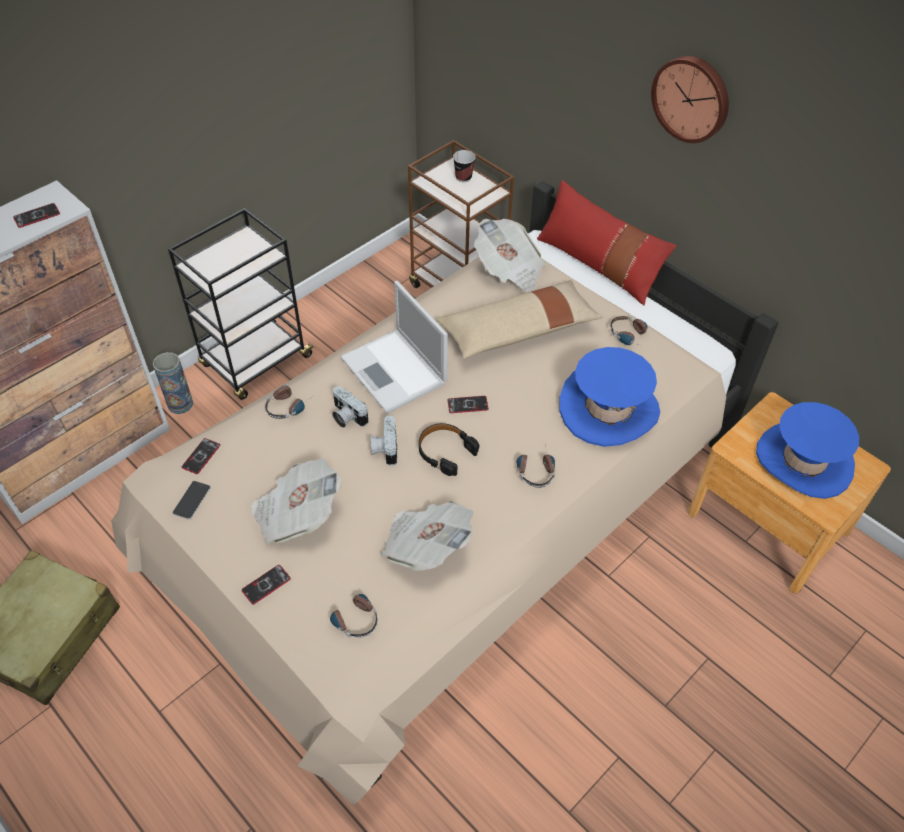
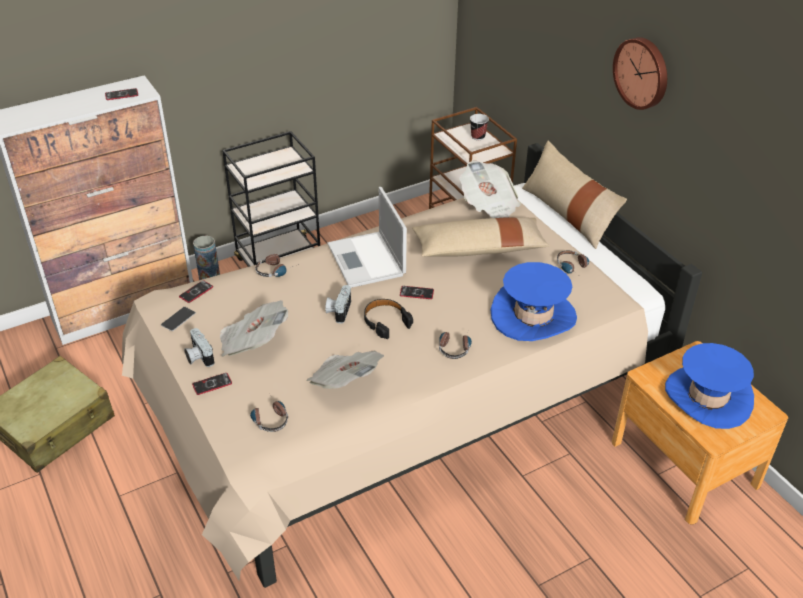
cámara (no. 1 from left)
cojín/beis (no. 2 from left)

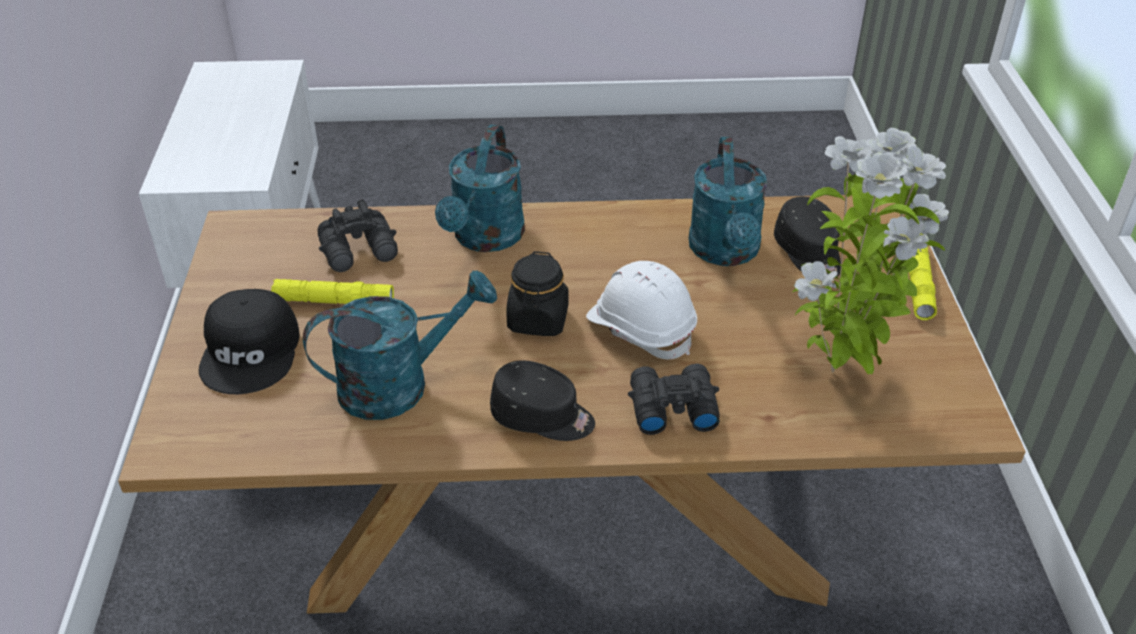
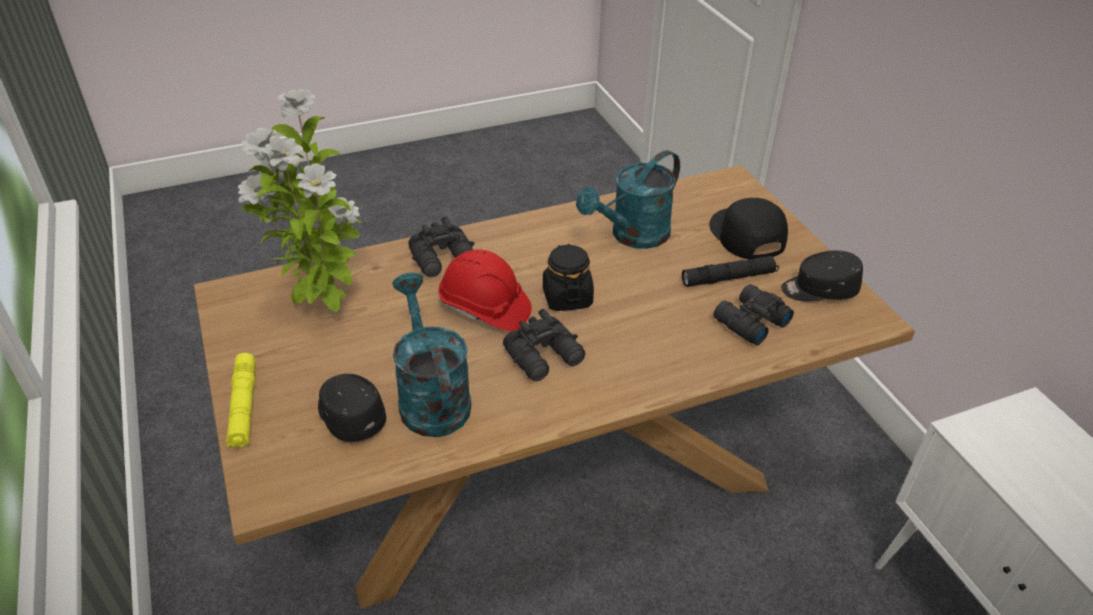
casco/rojo
prismáticos/negro (no. 2 from left)
linterna/negro
gorra/negro (no. 3 from left)
regadera/turquesa (no. 2 from left in the first image)

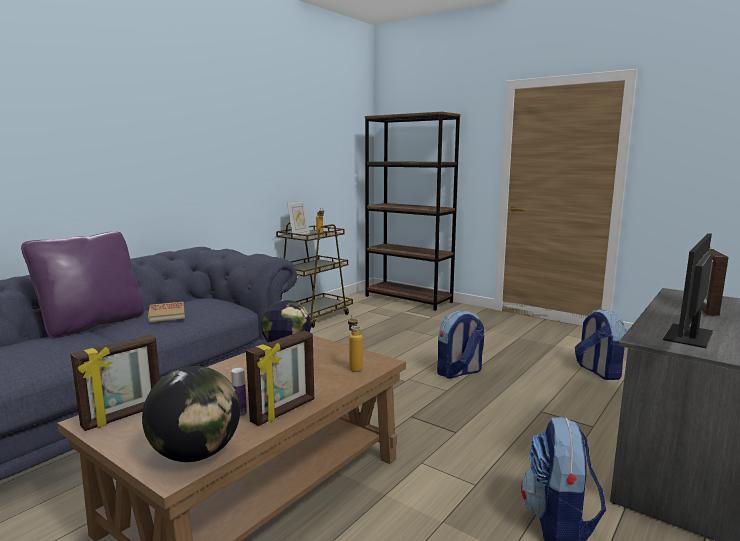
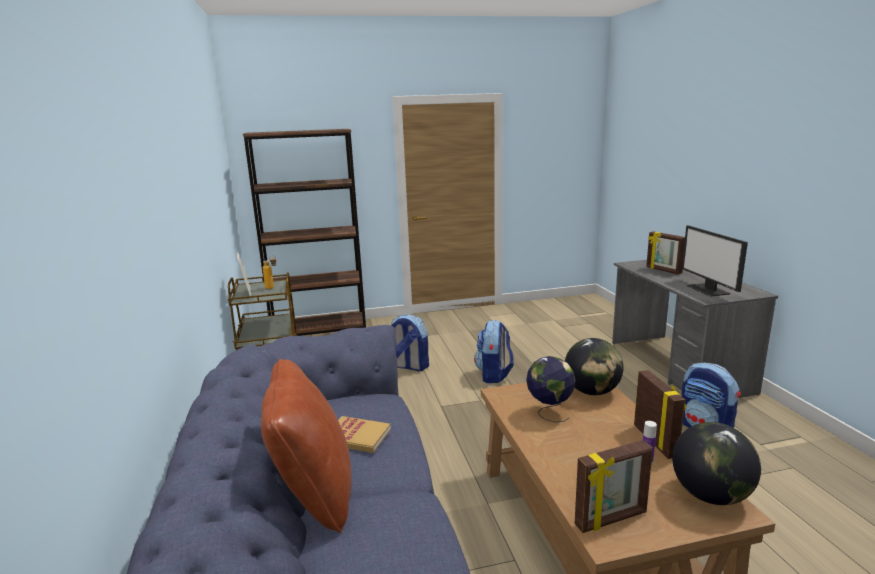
cojín/marrón
mochila (no. 1 from left)
globo terráqueo (no. 2 from left)
portarretratos (no. 2 from left)

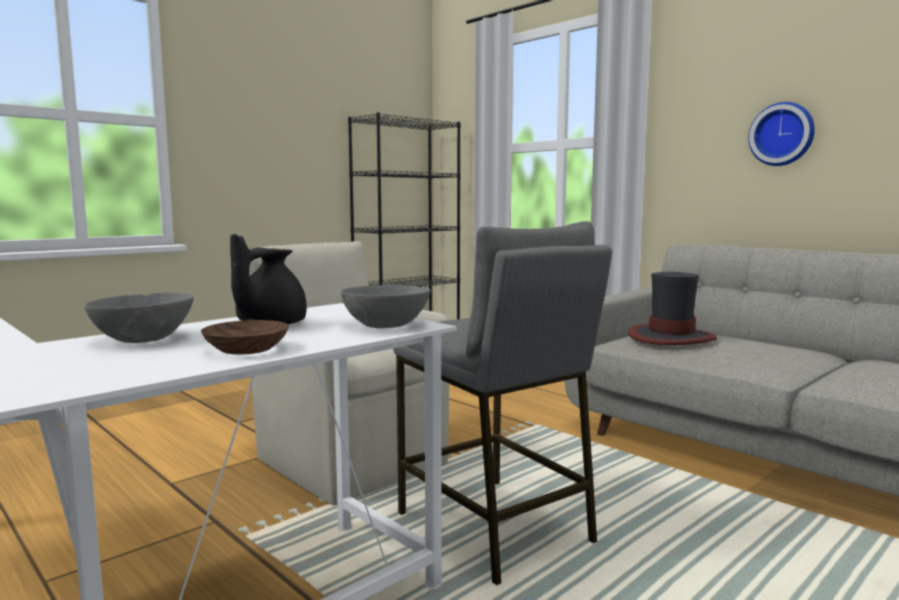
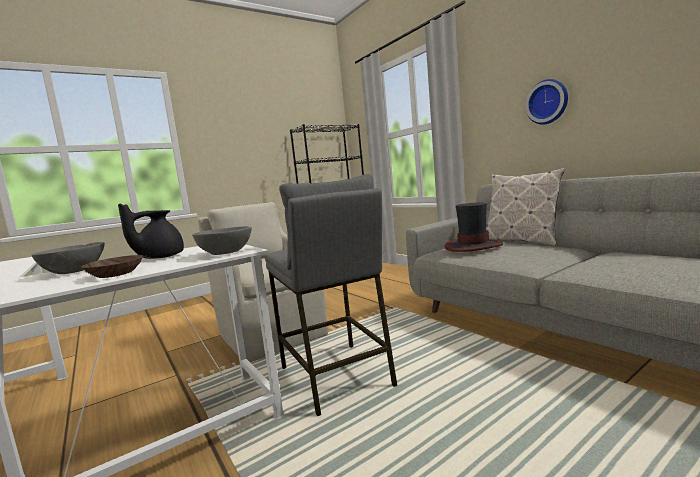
cojín

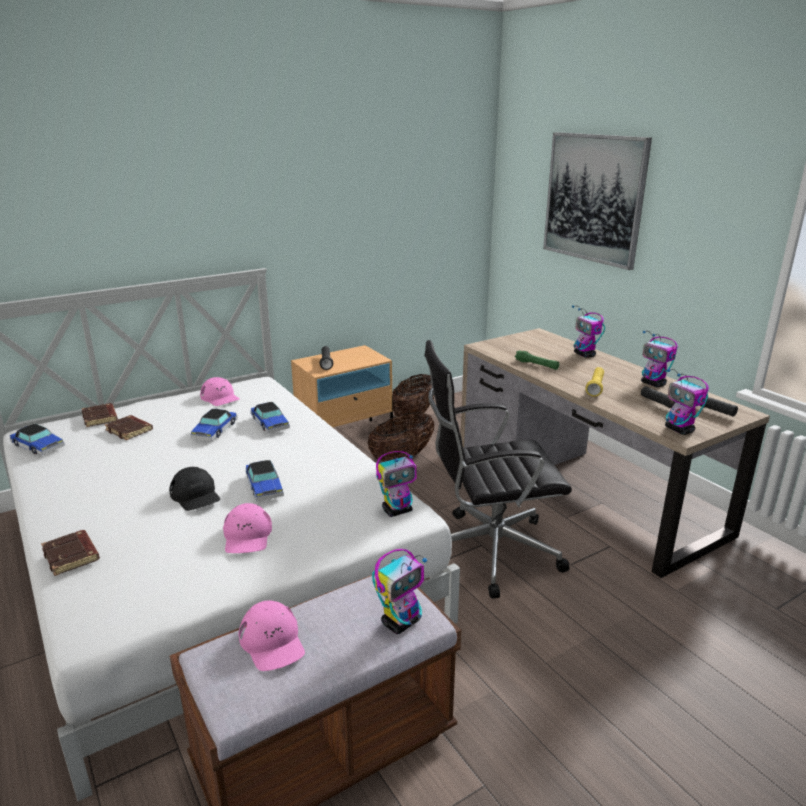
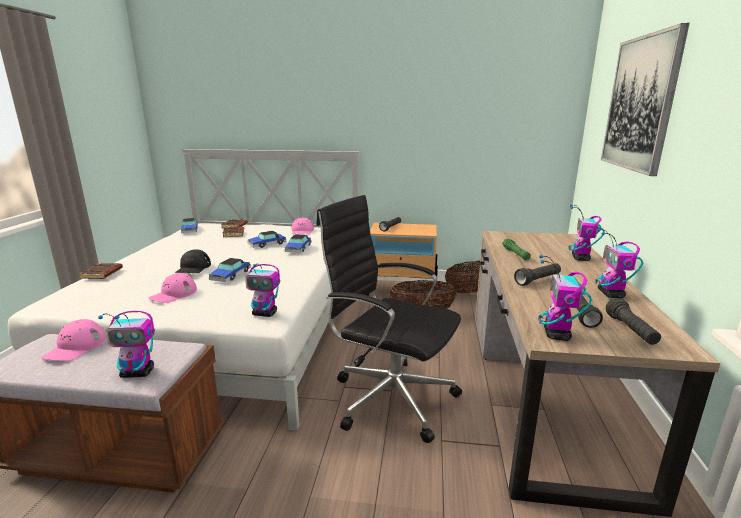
linterna/negro (no. 2 from left)

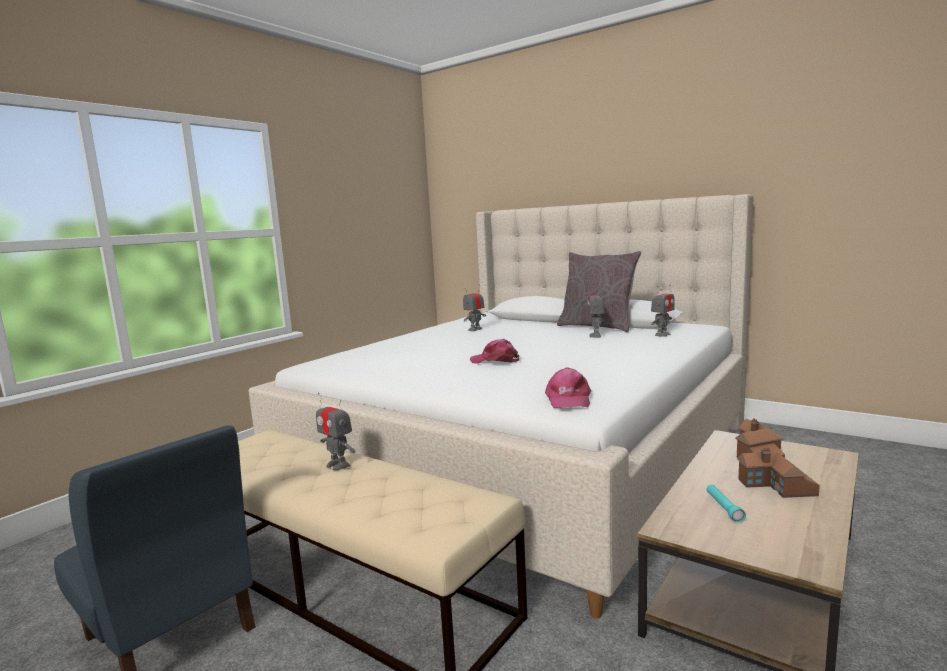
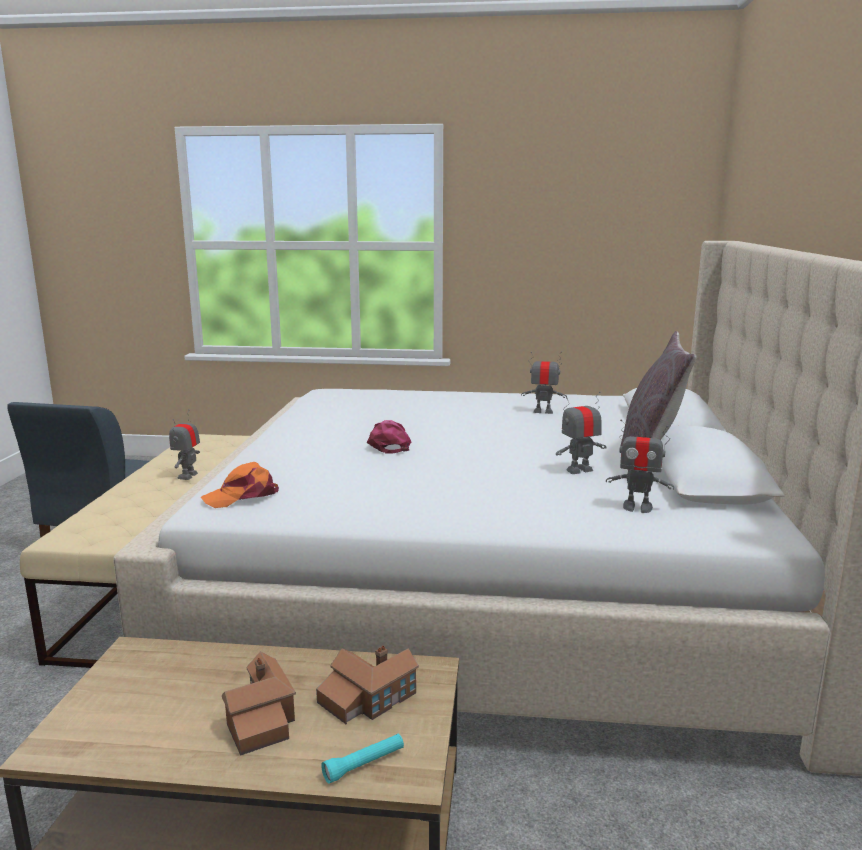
gorra/naranja
linterna/turquesa

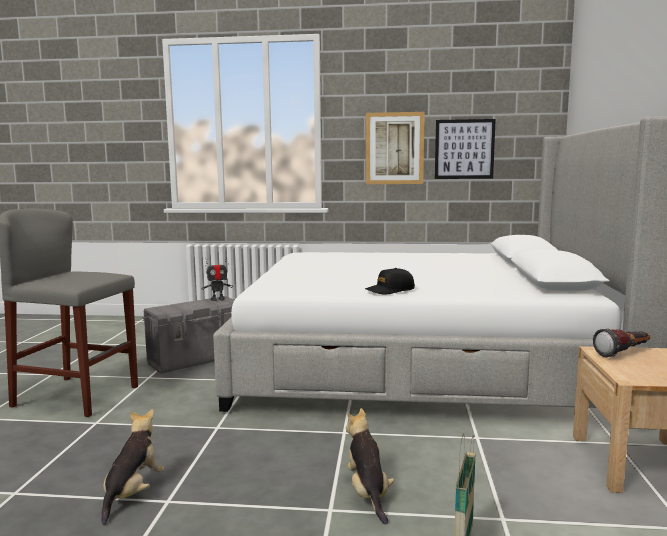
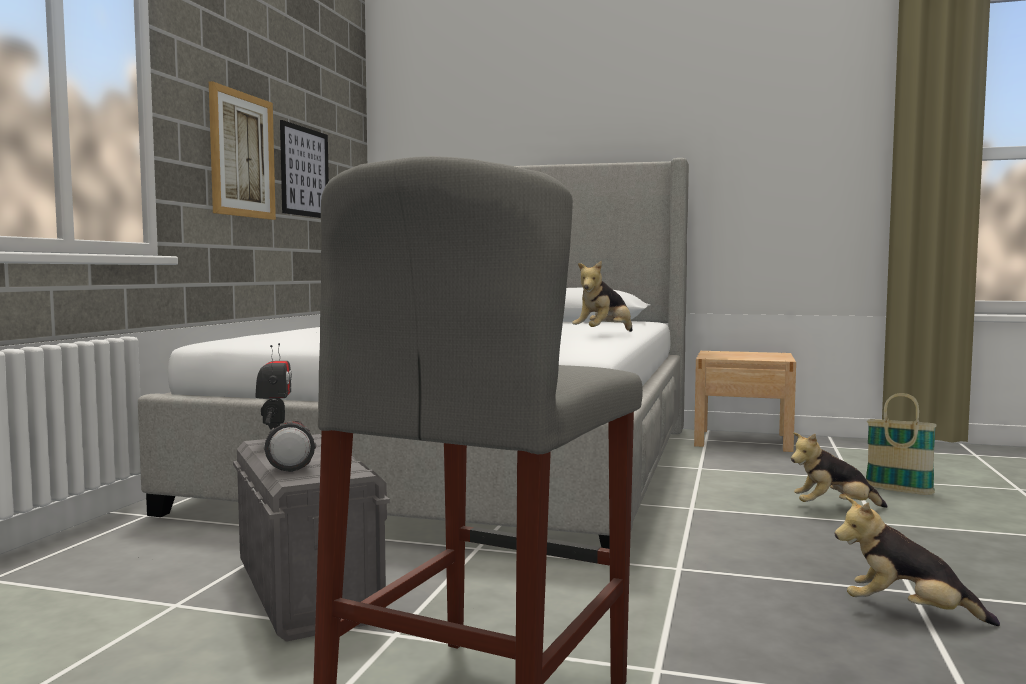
linterna
peluche (no. 1 from left)

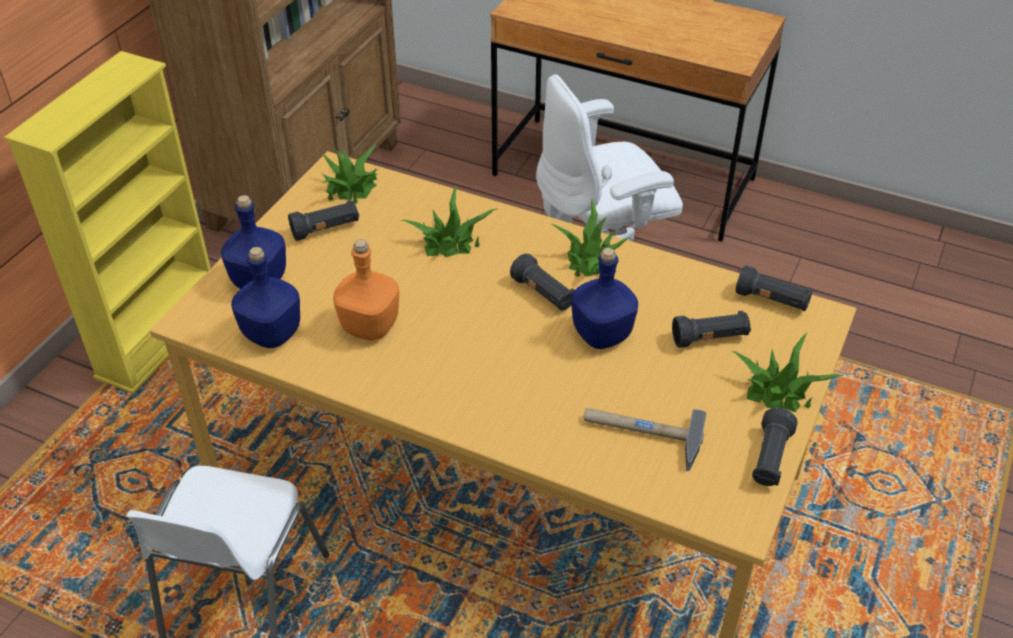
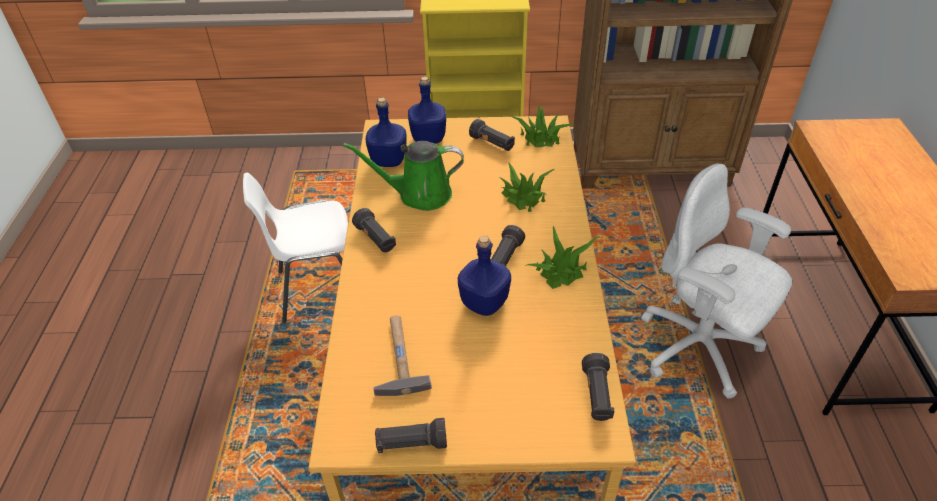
regadera/verde
linterna/negro (no. 1 from left)
planta en maceta (no. 4 from left in the first image)

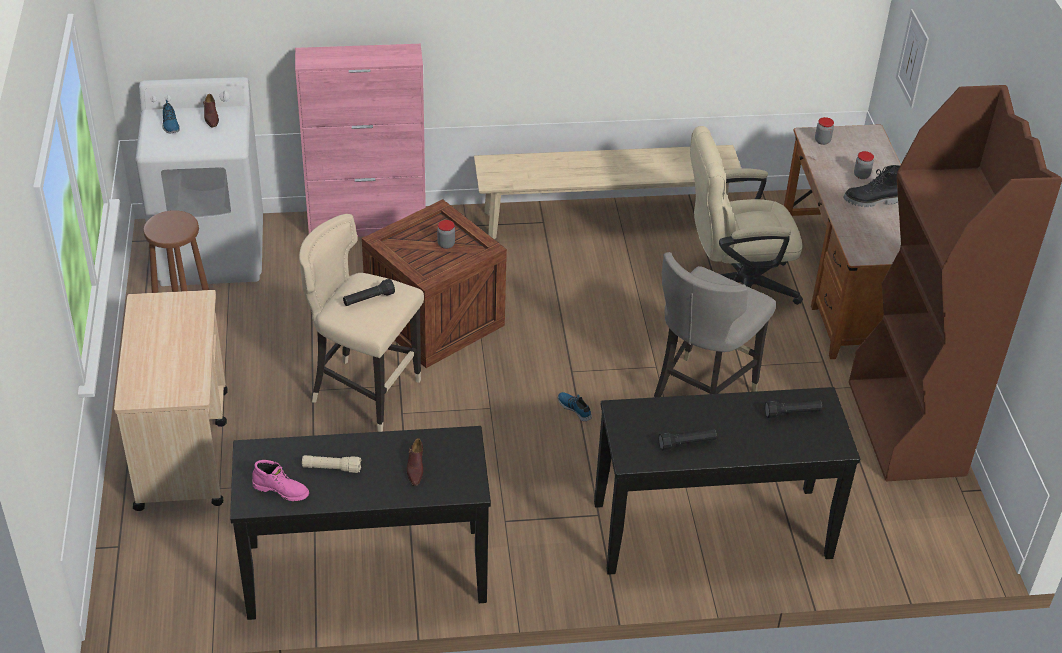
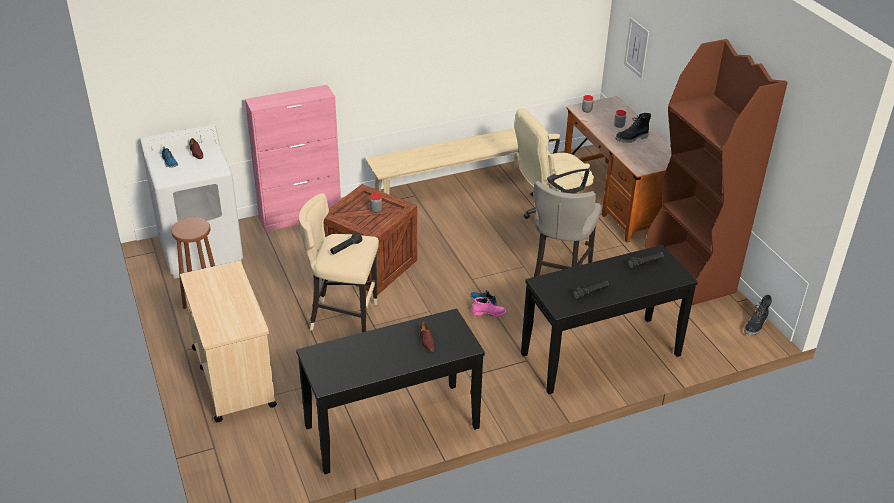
bota/rosa
bota/negro (no. 2 from left)
linterna/beis

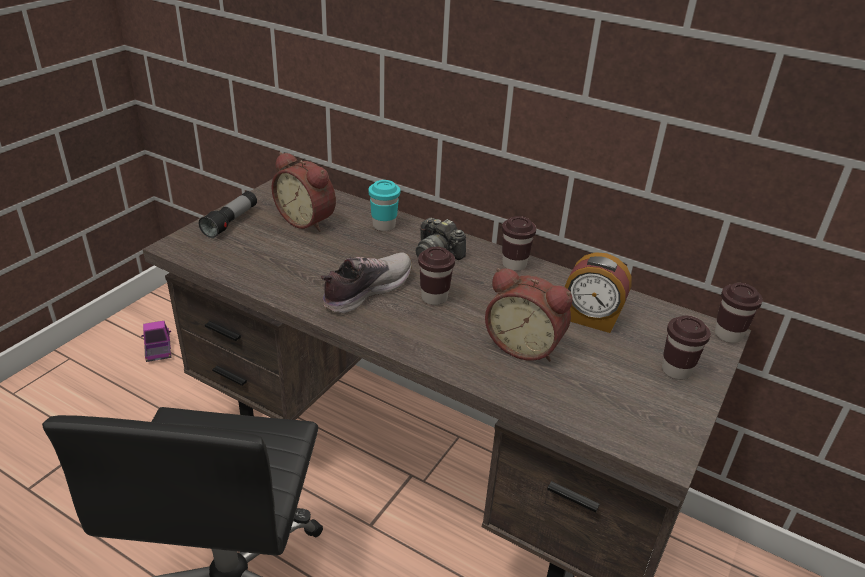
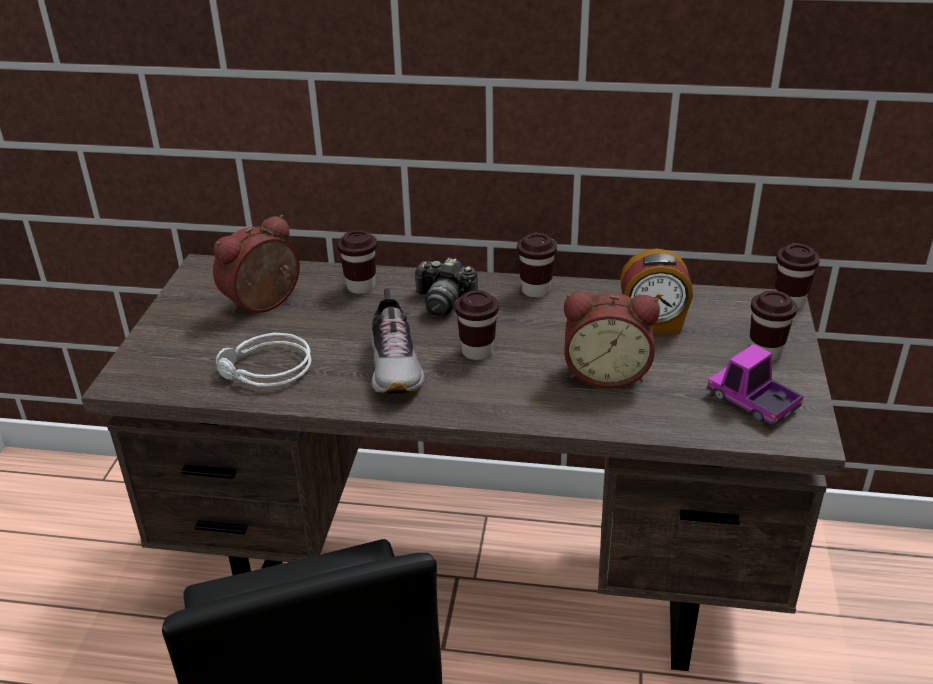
despertador (no. 1 from left)
auriculares/gris
taza/marrón (no. 1 from left)
zapato
camión de juguete
linterna

